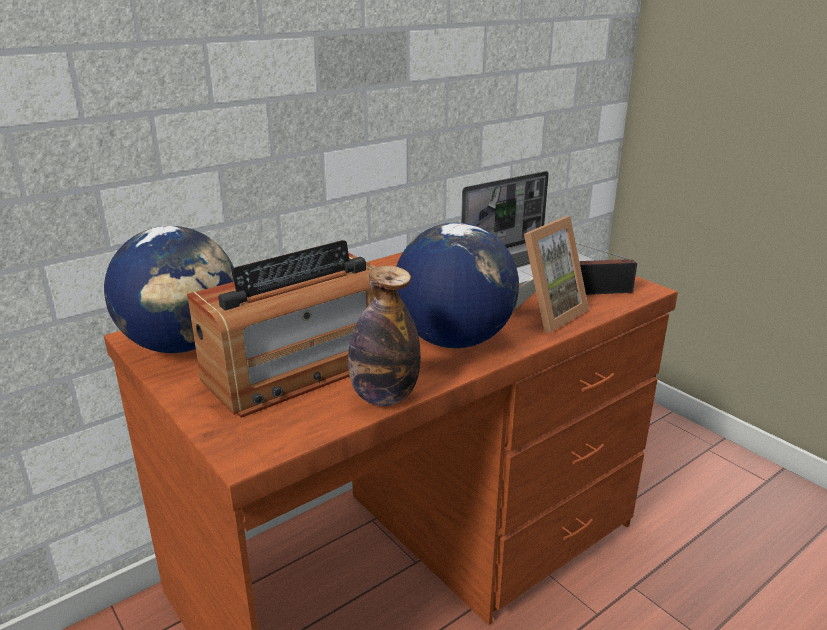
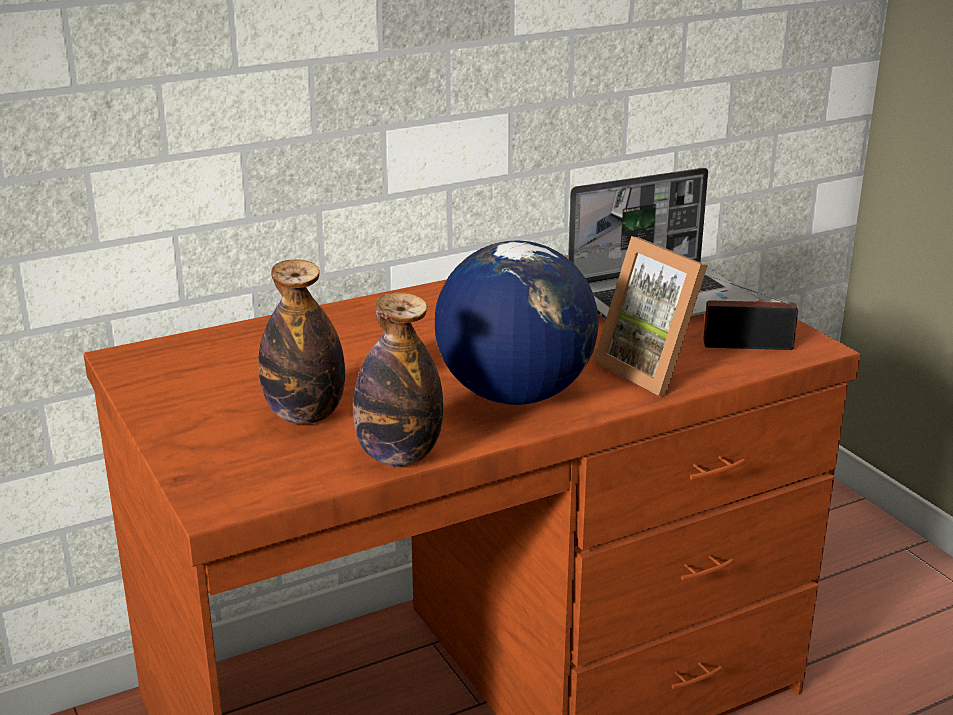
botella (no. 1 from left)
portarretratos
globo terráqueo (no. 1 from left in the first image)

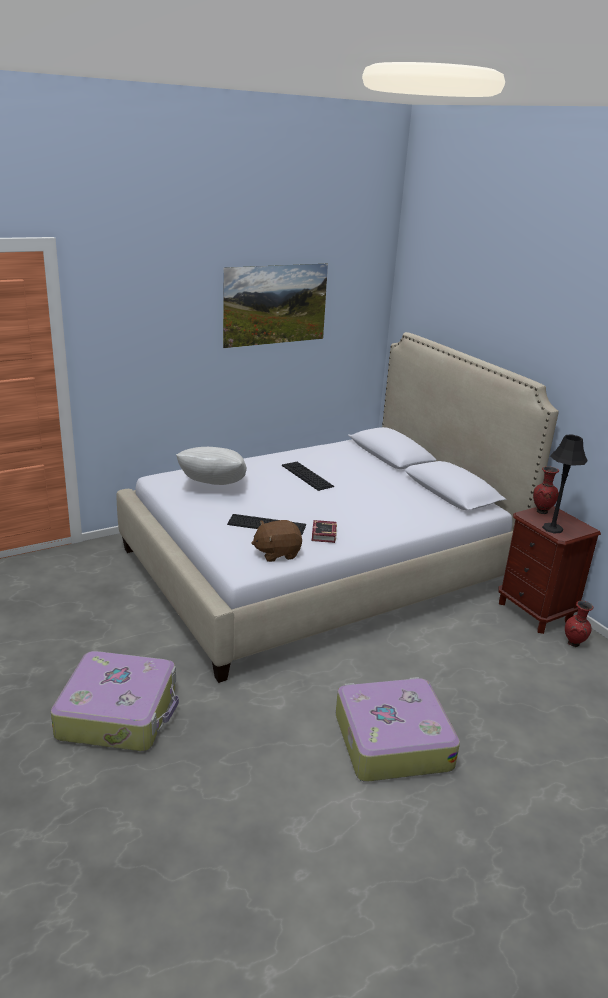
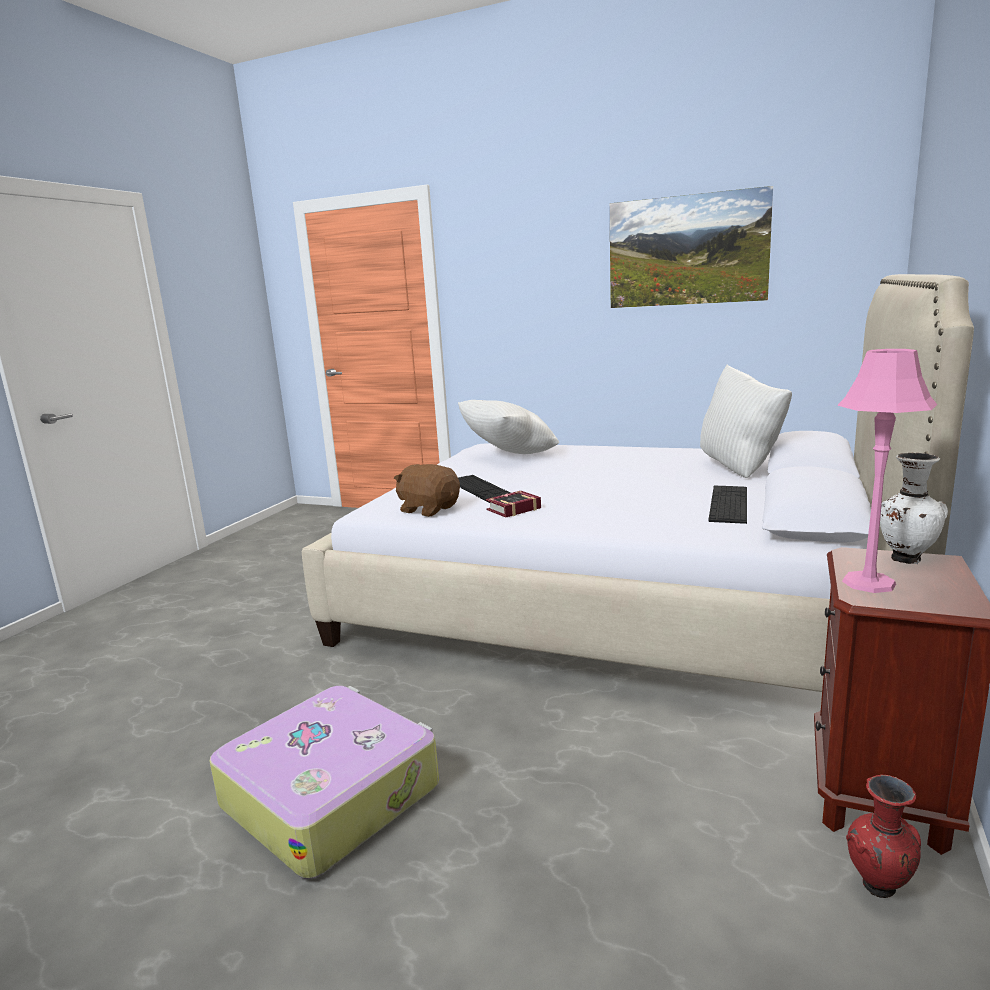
cojín/blanco (no. 2 from left)
teclado (no. 2 from left)
lámpara de mesa/rosa
florero/blanco
maleta (no. 1 from left in the first image)

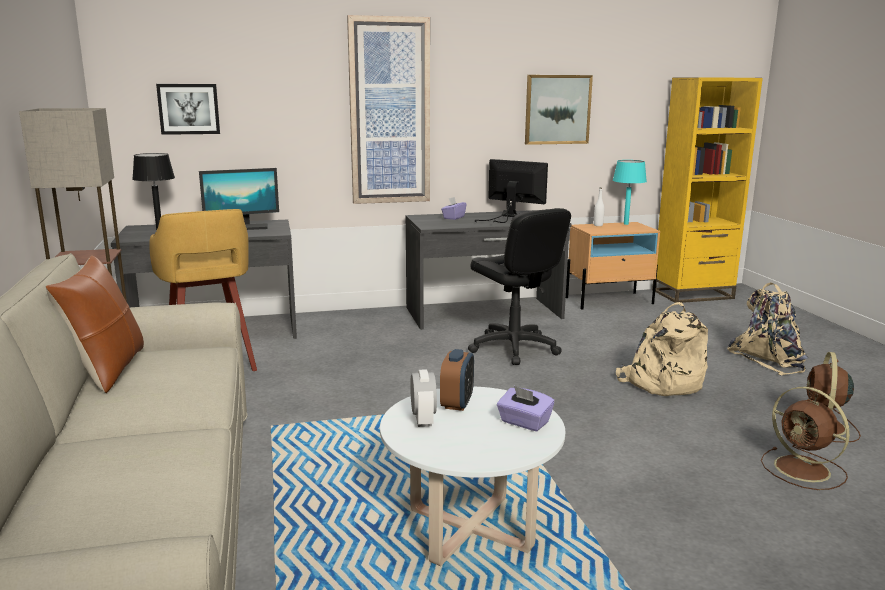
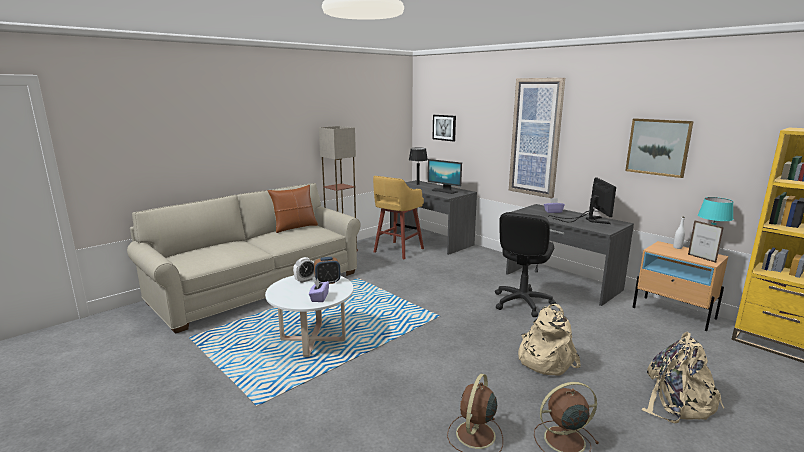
portarretratos

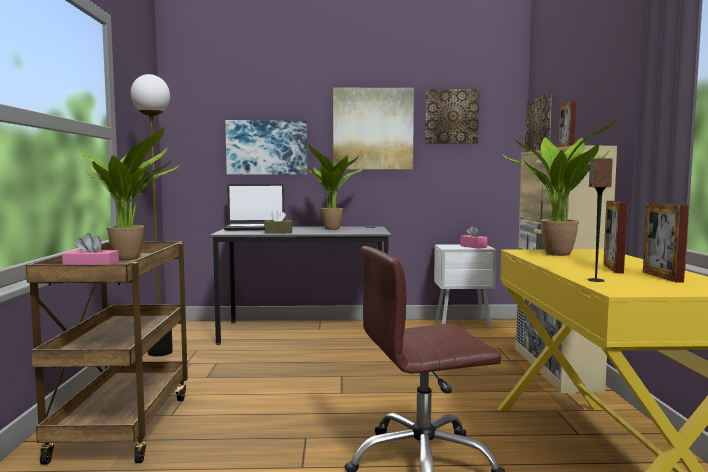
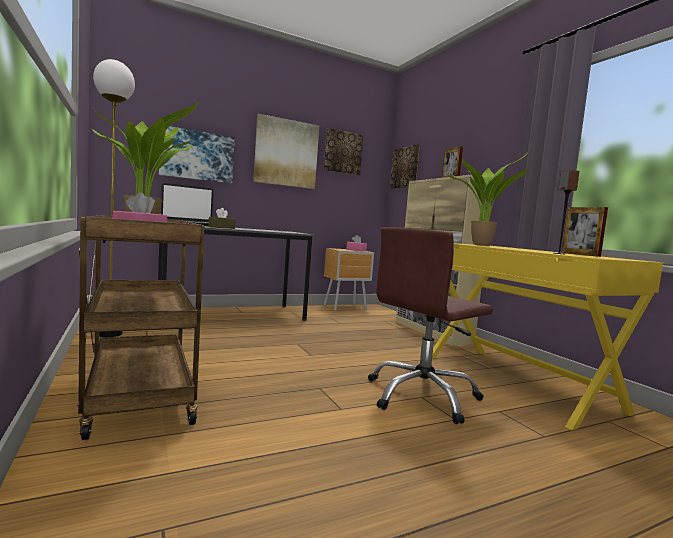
mesita de noche/marrón
planta en maceta (no. 2 from left in the first image)
portarretratos (no. 2 from left in the first image)

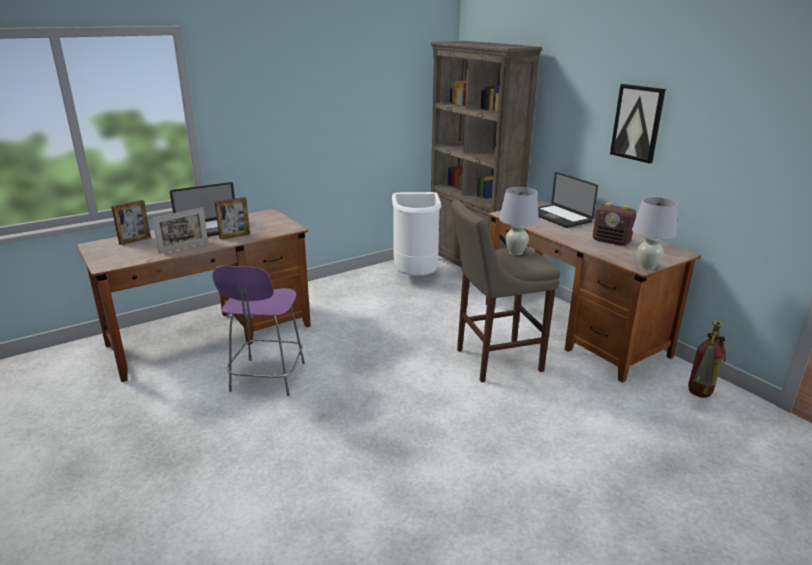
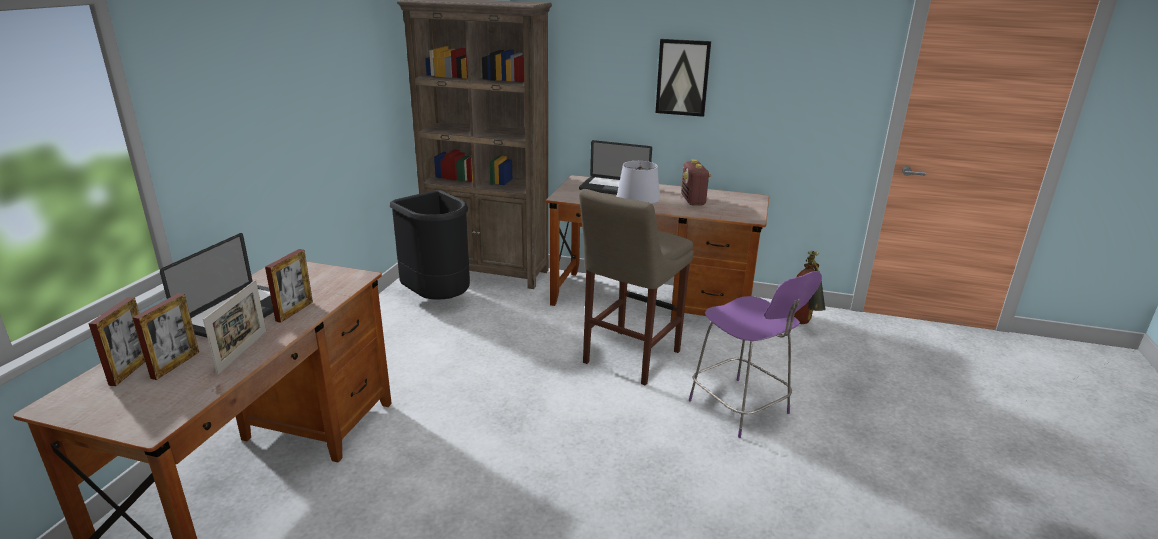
portarretratos (no. 2 from left)
papelera/negro
radio
silla/morado
lámpara de mesa/blanco (no. 2 from left in the first image)

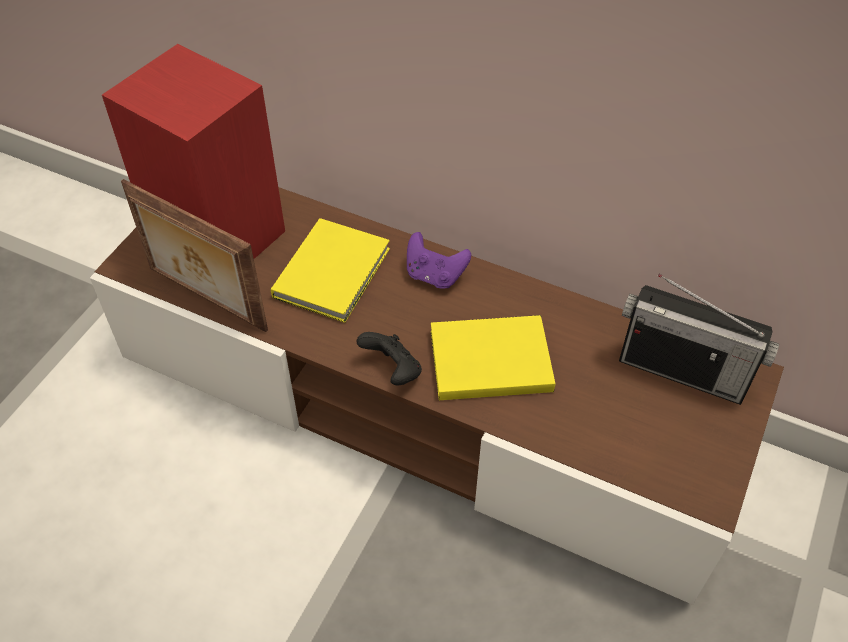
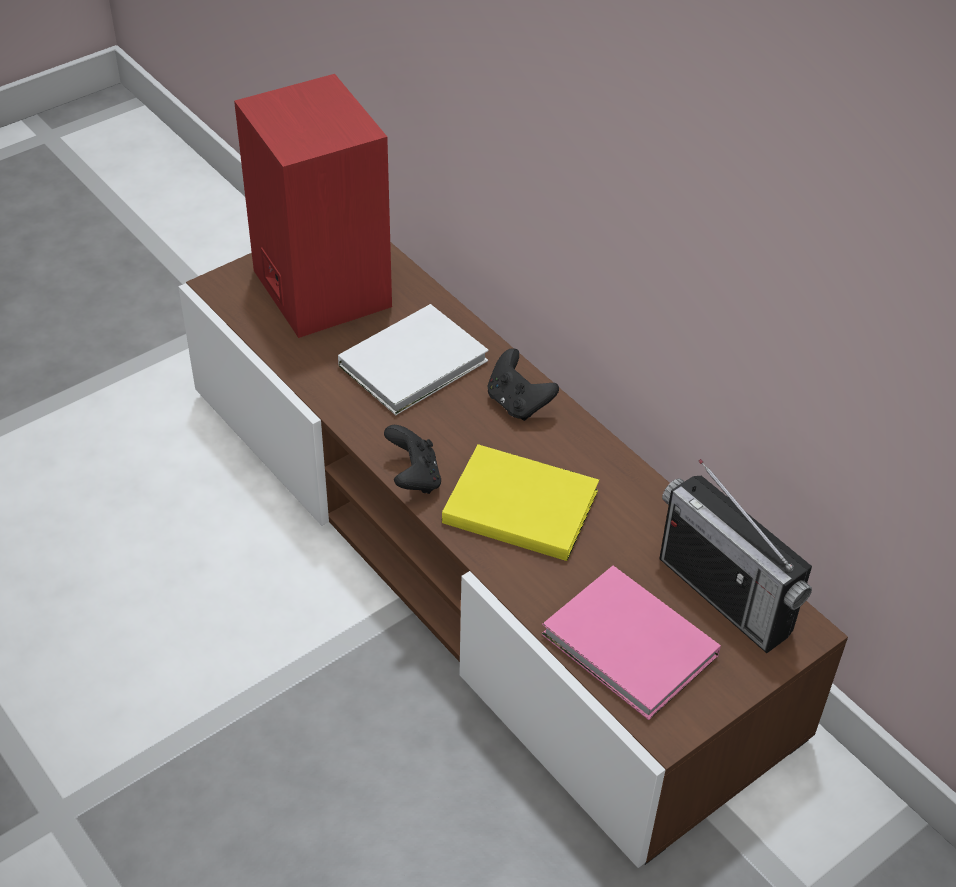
libro/blanco
mando de consola/negro (no. 2 from left)
libro/rosa
portarretratos

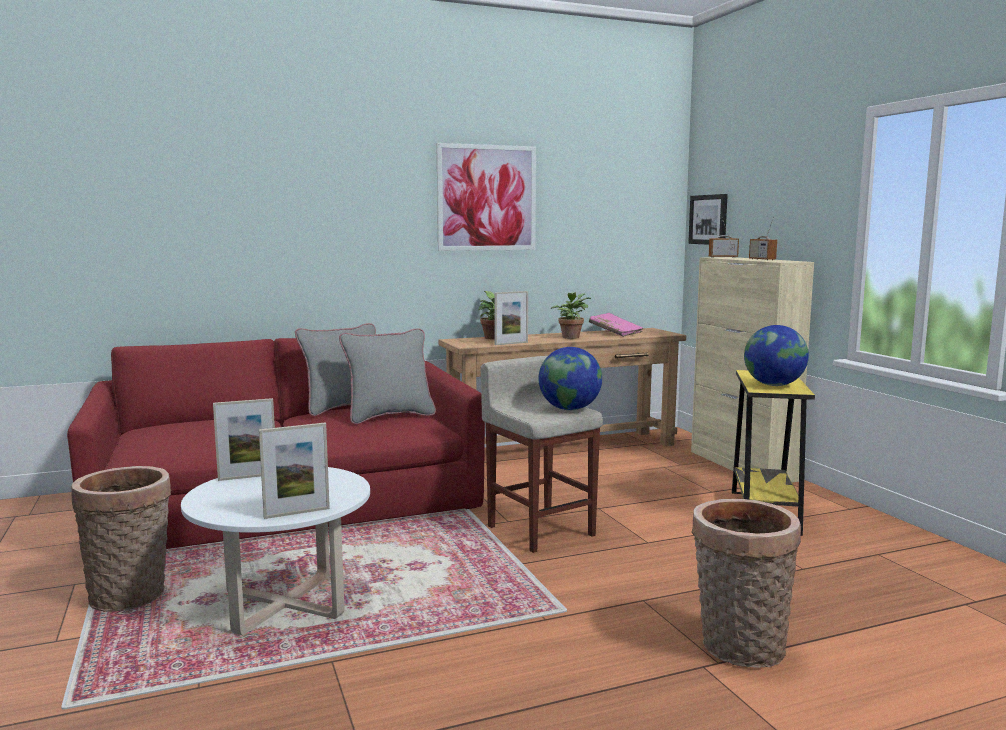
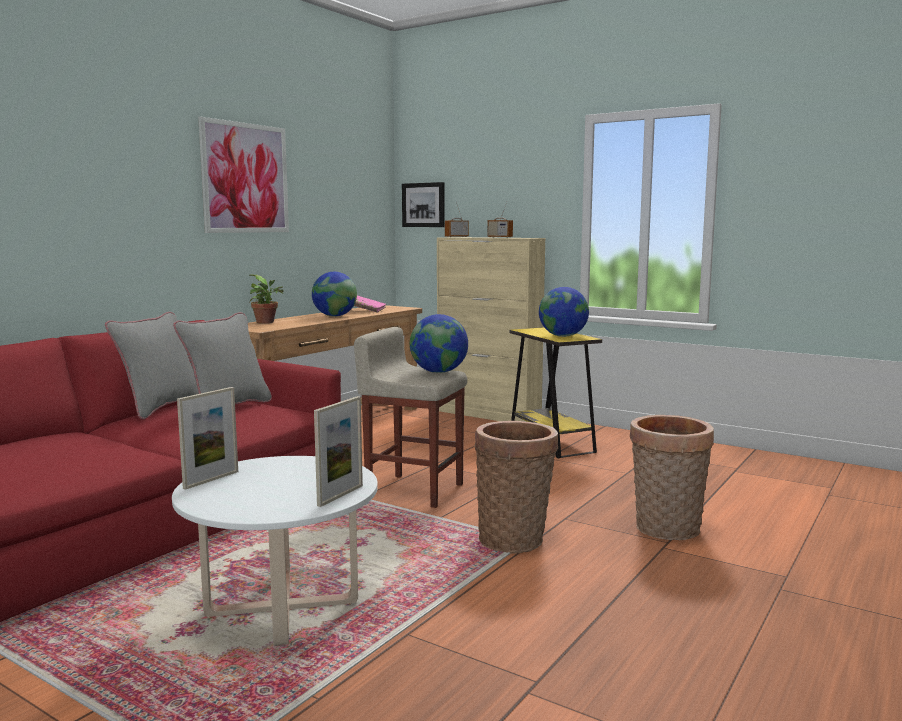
globo terráqueo (no. 1 from left)
cesta (no. 1 from left)
portarretratos (no. 3 from left in the first image)

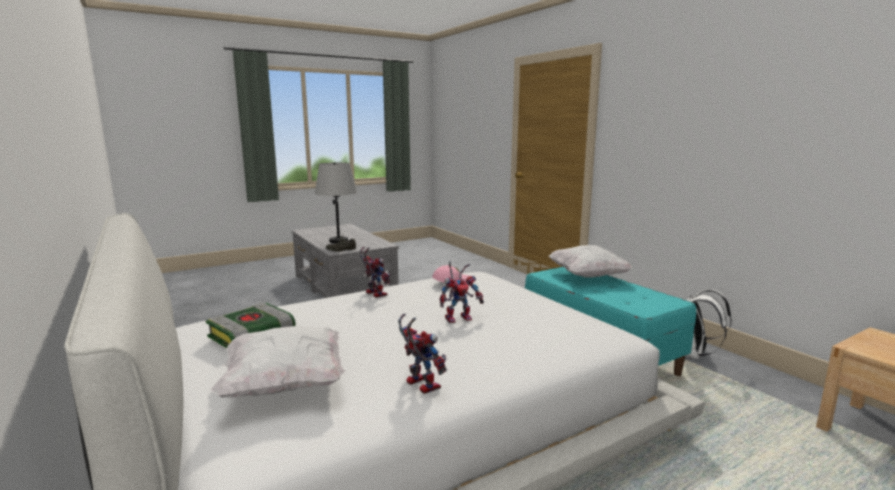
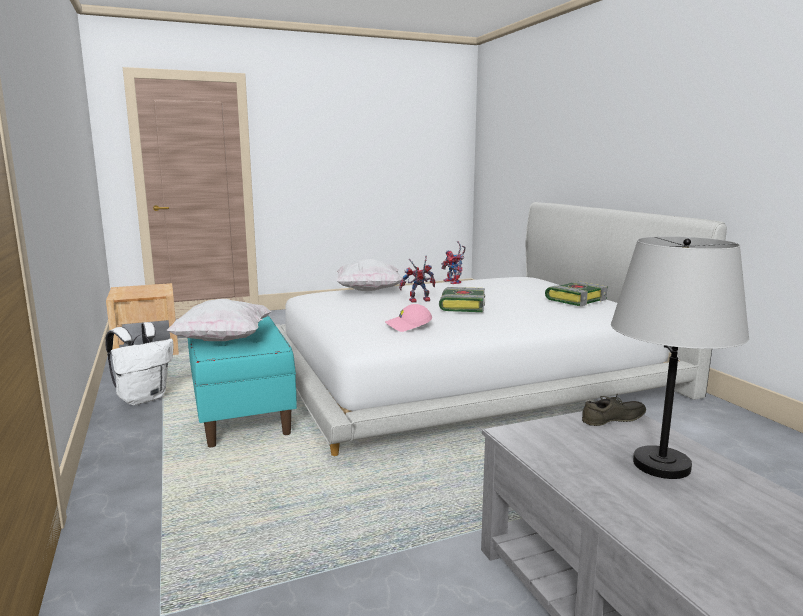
cojín/blanco (no. 2 from left)
libro (no. 1 from left)
robot de juguete (no. 1 from left in the first image)

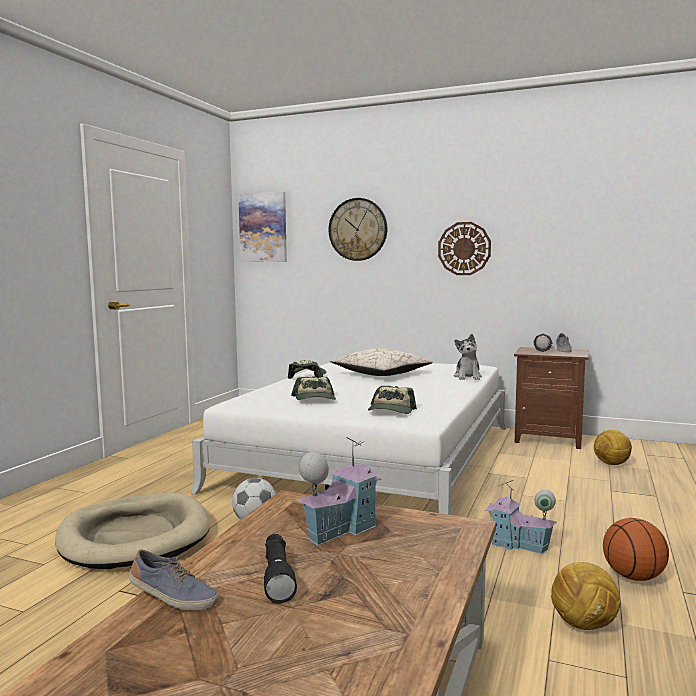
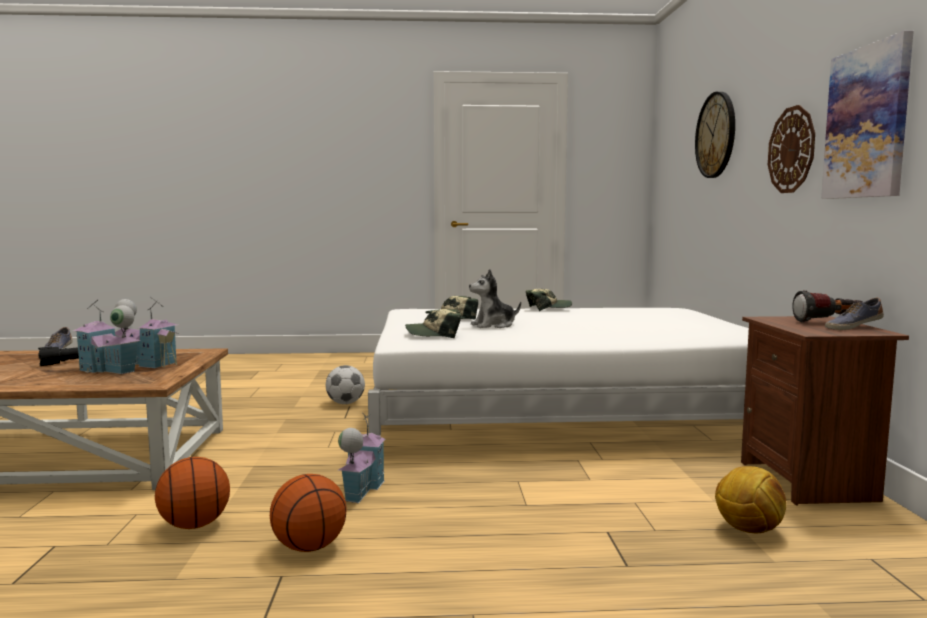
casita (no. 1 from left)
balón de baloncesto (no. 1 from left)
peluche
cuadro
cama para perro/beis
cojín/beis

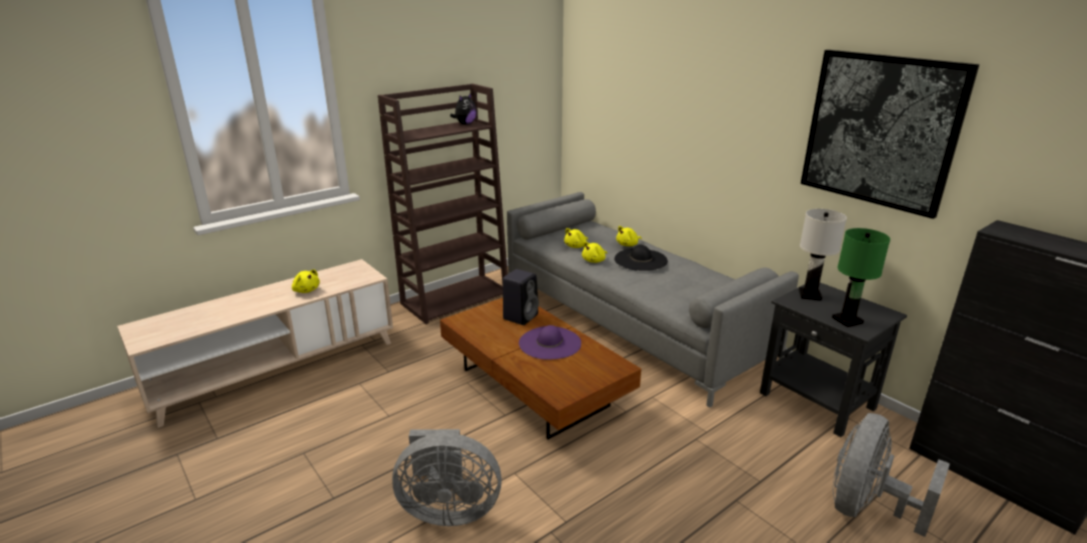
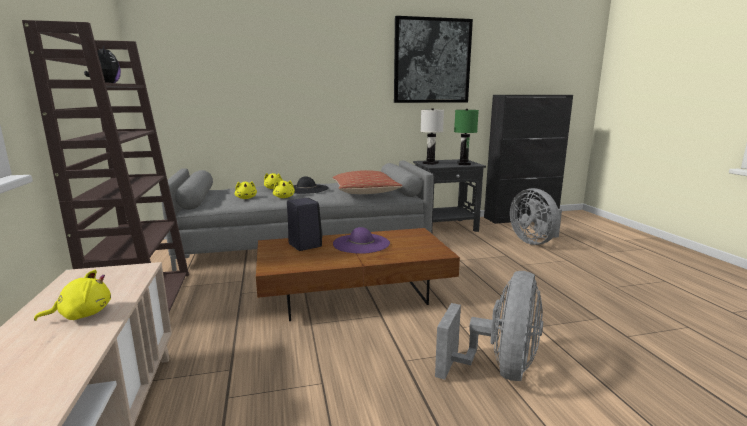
cojín

